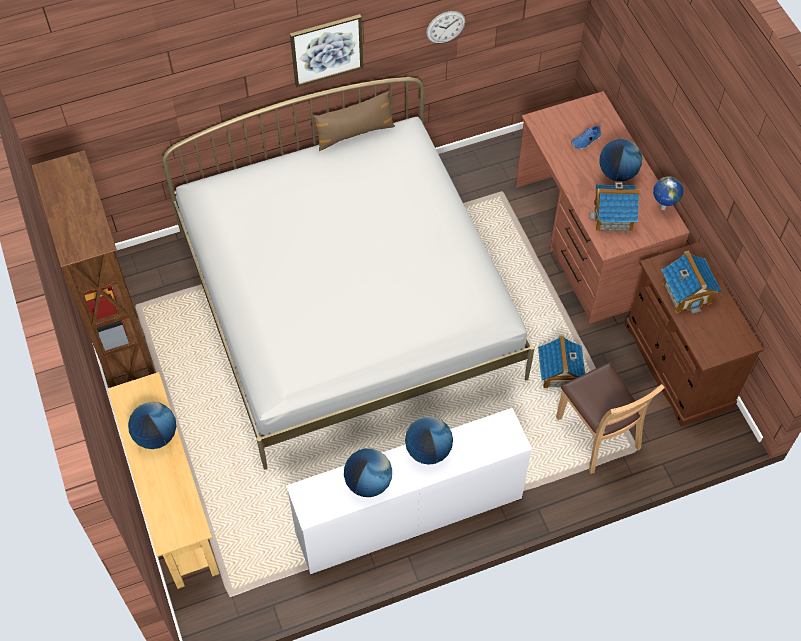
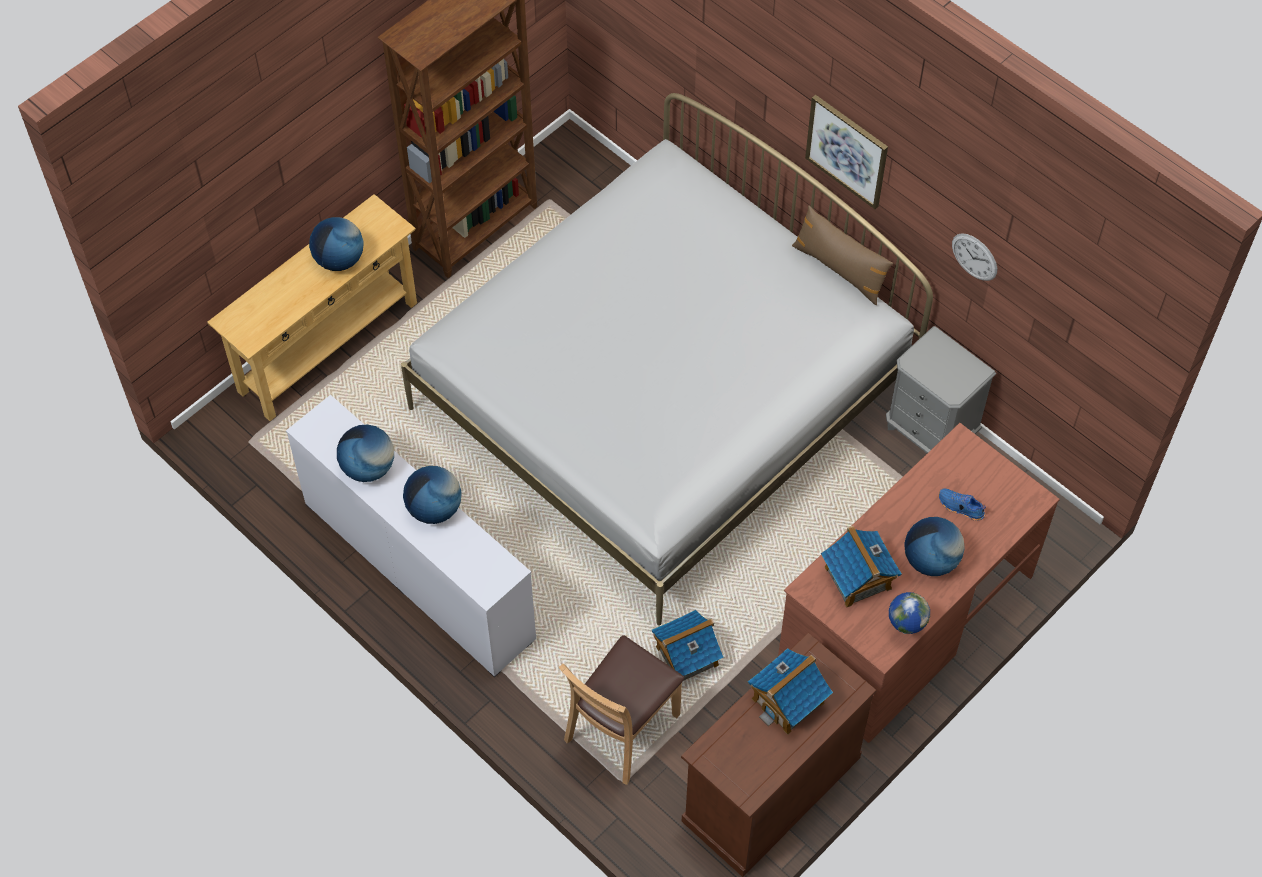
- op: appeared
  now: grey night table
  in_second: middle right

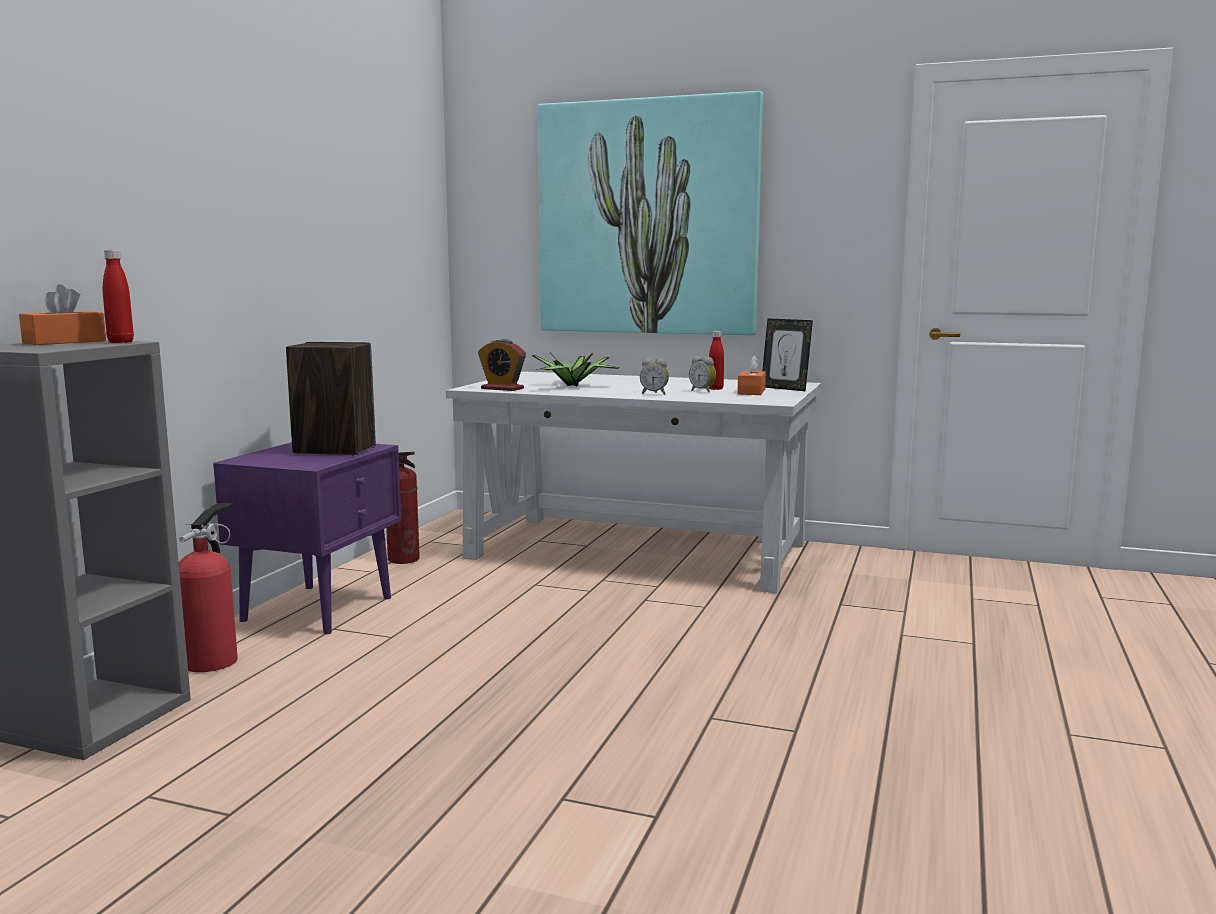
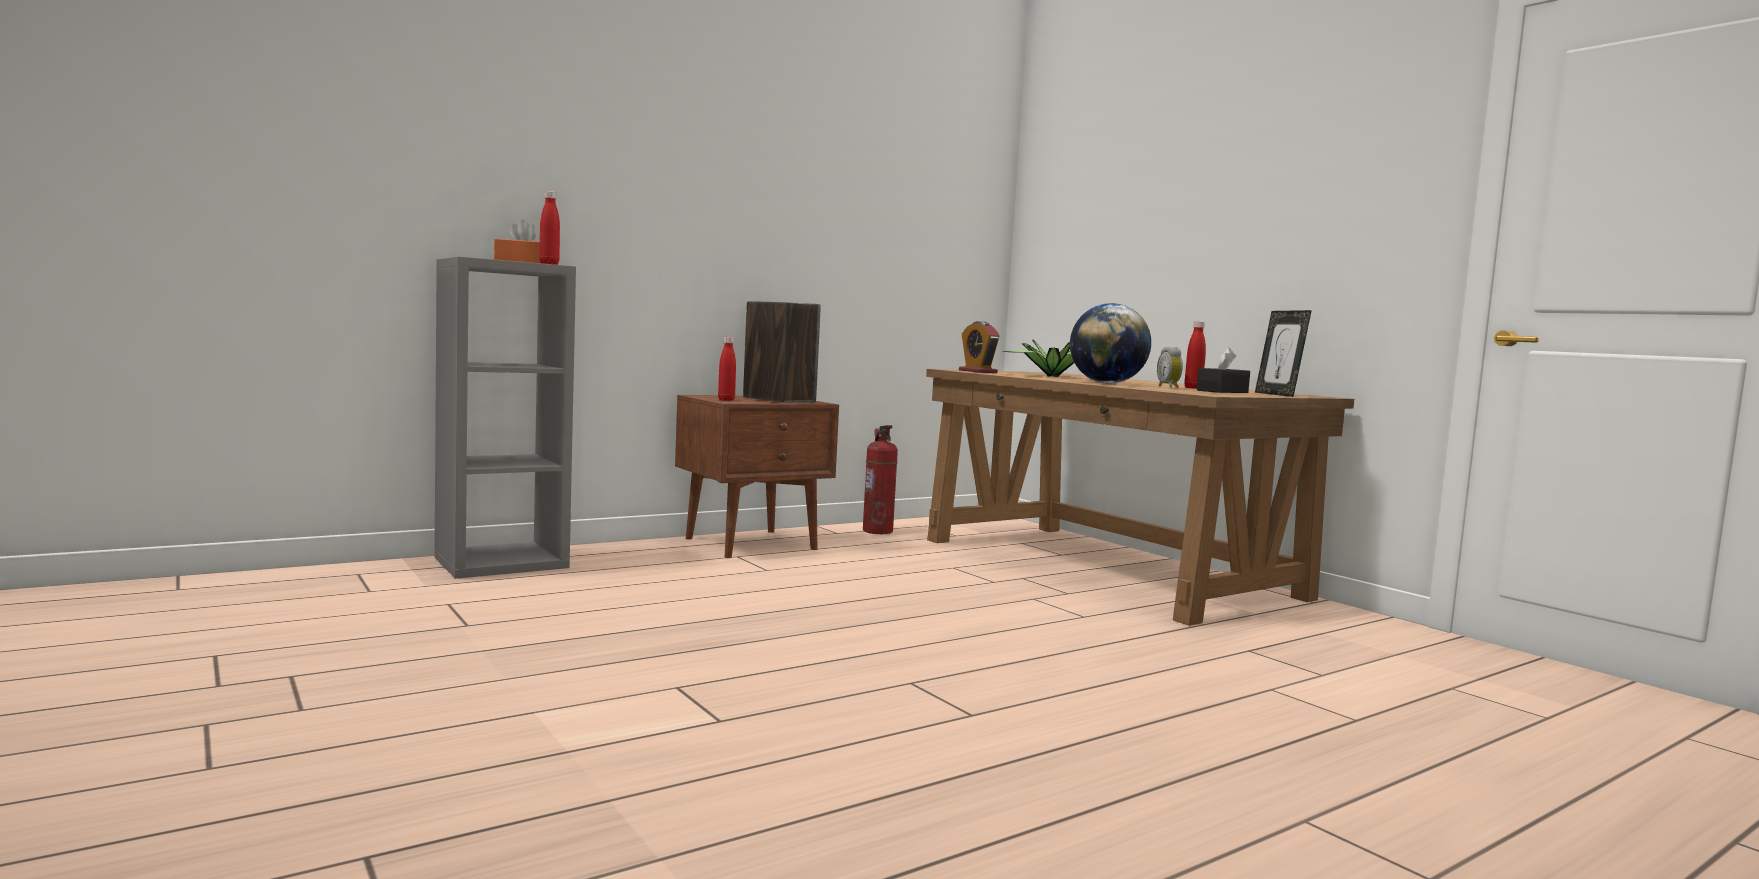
- op: missing
  was: picture
  in_first: top centre
- op: colour
  was: orange-coloured box of tissues (no. 2 from left)
  now: black box of tissues
  in_first: centre
  in_second: middle right
- op: exchanged
  was: table clock (no. 2 from left)
  now: world globe
  in_first: centre
  in_second: centre
- op: colour
  was: whitish desk
  now: brownish desk
  in_first: centre
  in_second: centre
- op: colour
  was: purple night table
  now: brownish night table
  in_first: middle left
  in_second: centre
- op: missing
  was: extinguisher (no. 1 from left)
  in_first: middle left
- op: appeared
  now: reddish beverage bottle (no. 2 from left)
  in_second: centre

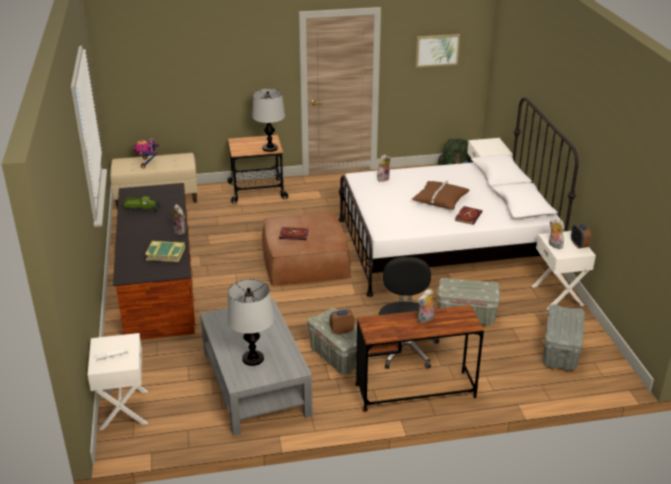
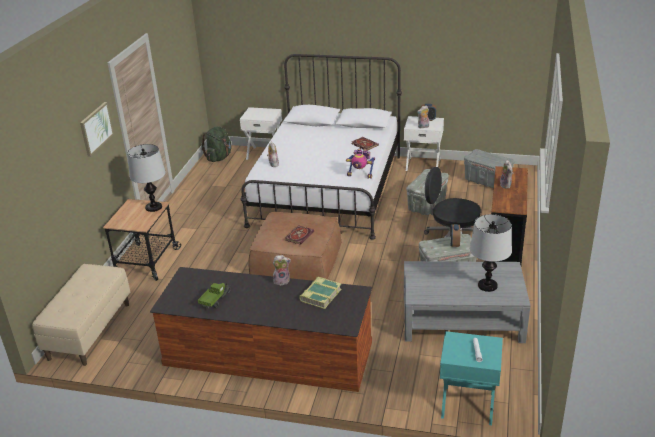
- op: relocated
  was: picture
  in_first: top centre
  in_second: top left
- op: relocated
  was: toy robot
  in_first: top left
  in_second: centre
- op: missing
  was: brownish pillow
  in_first: centre
- op: colour
  was: whitish night table (no. 1 from left)
  now: turquoise-coloured night table
  in_first: bottom left
  in_second: bottom right

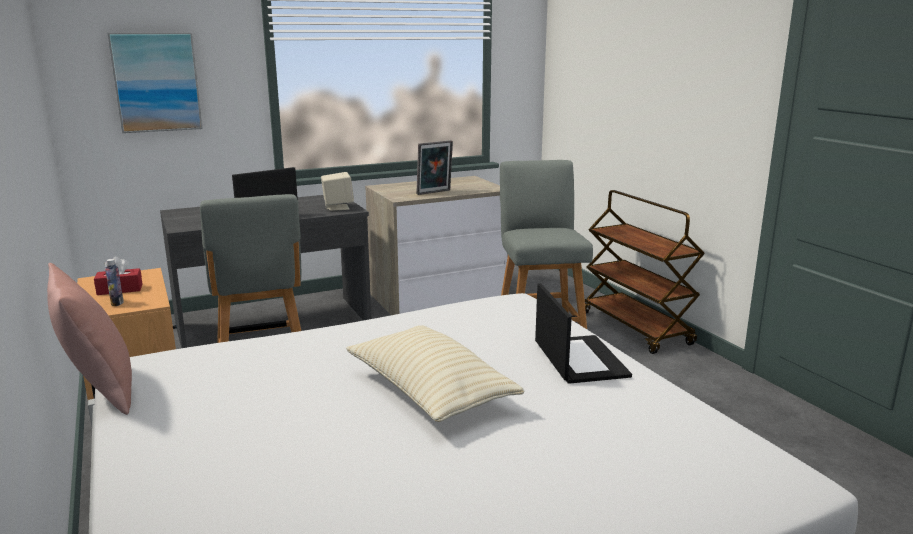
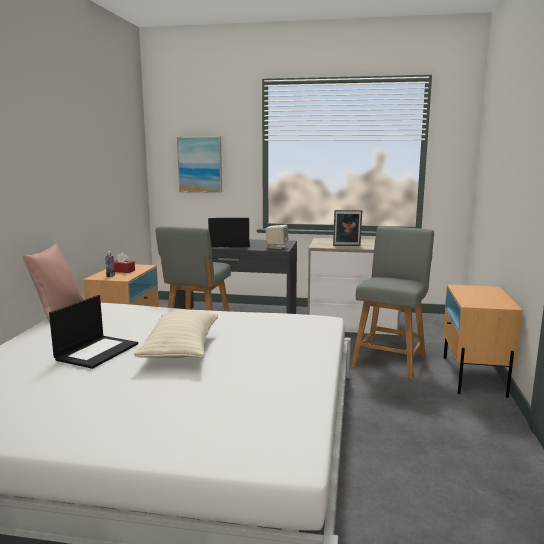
- op: exchanged
  was: brownish trolley
  now: beige-coloured night table (no. 2 from left)
  in_first: middle right
  in_second: middle right
- op: relocated
  was: notebook computer (no. 2 from left in the first image)
  now: notebook computer (no. 1 from left)
  in_first: centre
  in_second: middle left

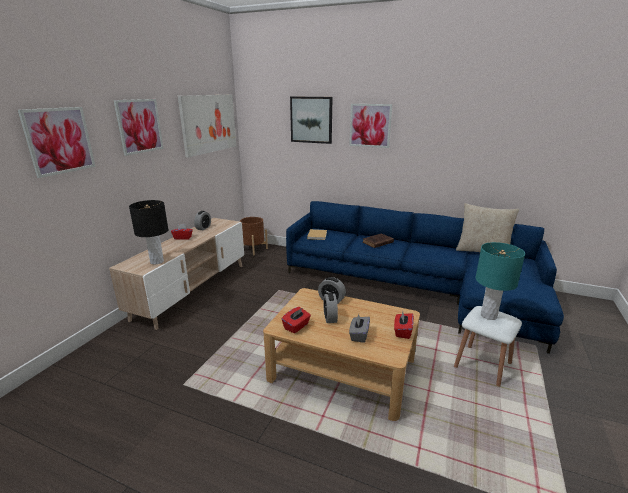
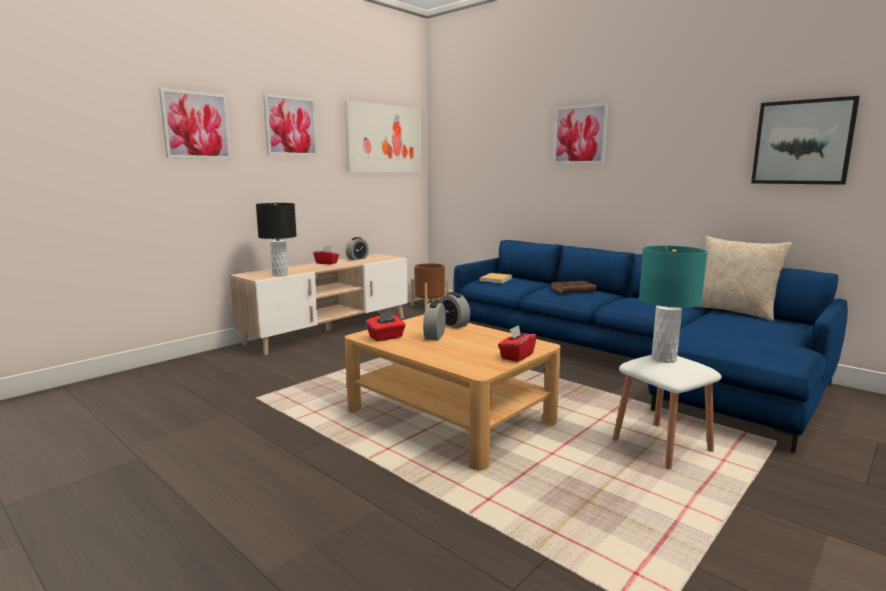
- op: relocated
  was: picture (no. 4 from left in the first image)
  now: picture (no. 5 from left)
  in_first: top centre
  in_second: top right
- op: missing
  was: grey box of tissues
  in_first: centre

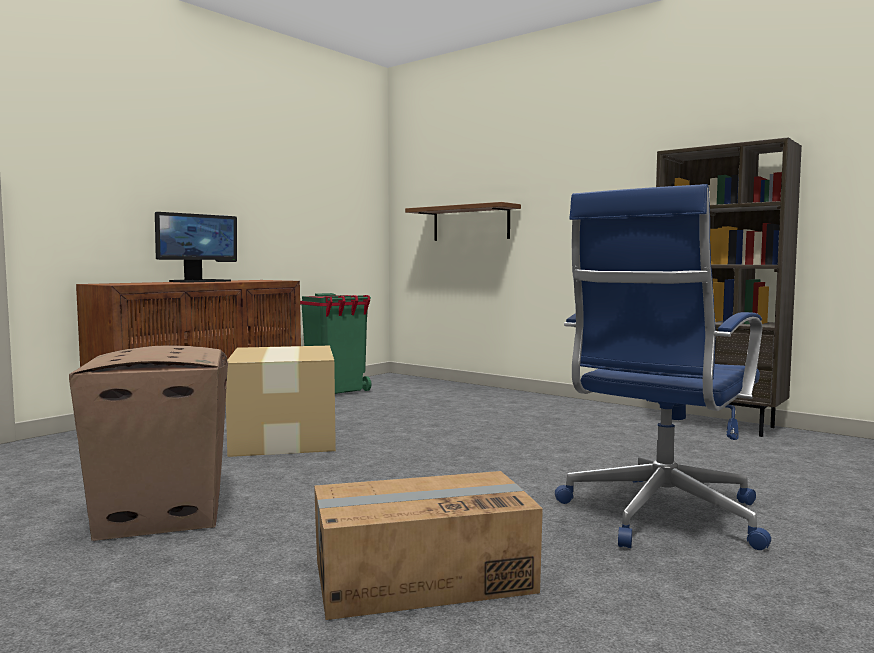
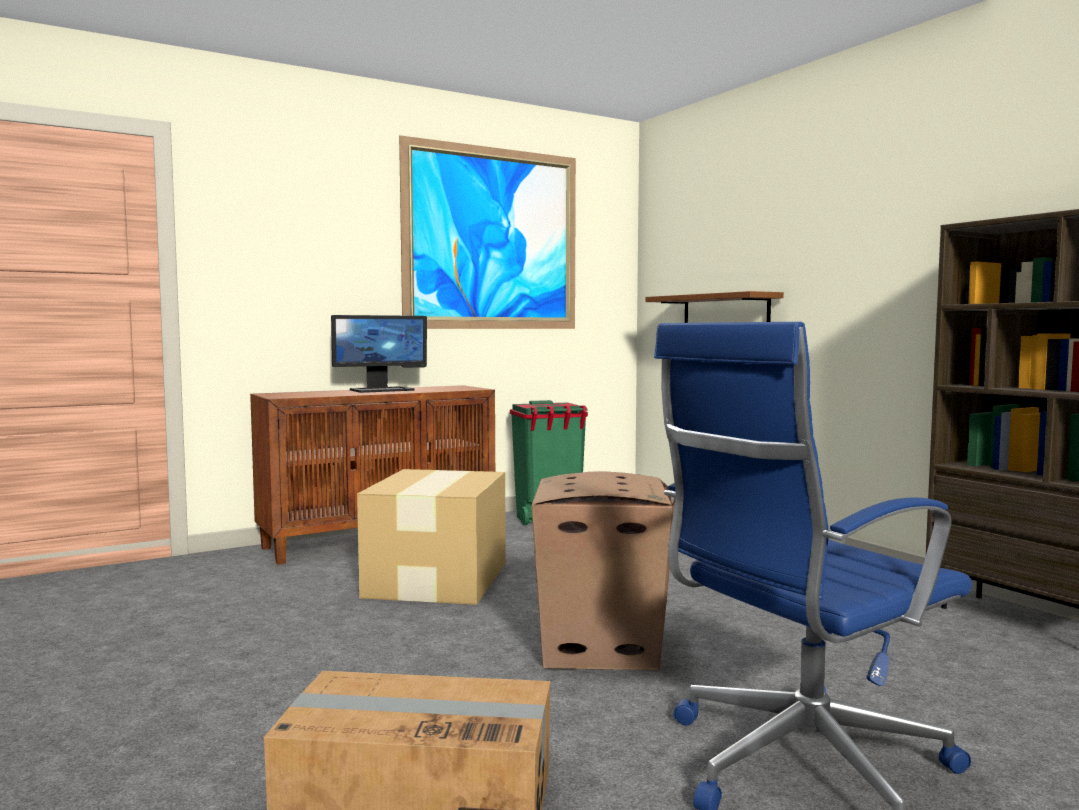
- op: relocated
  was: carton (no. 1 from left in the first image)
  now: carton (no. 3 from left)
  in_first: bottom left
  in_second: bottom centre
- op: appeared
  now: picture
  in_second: top centre

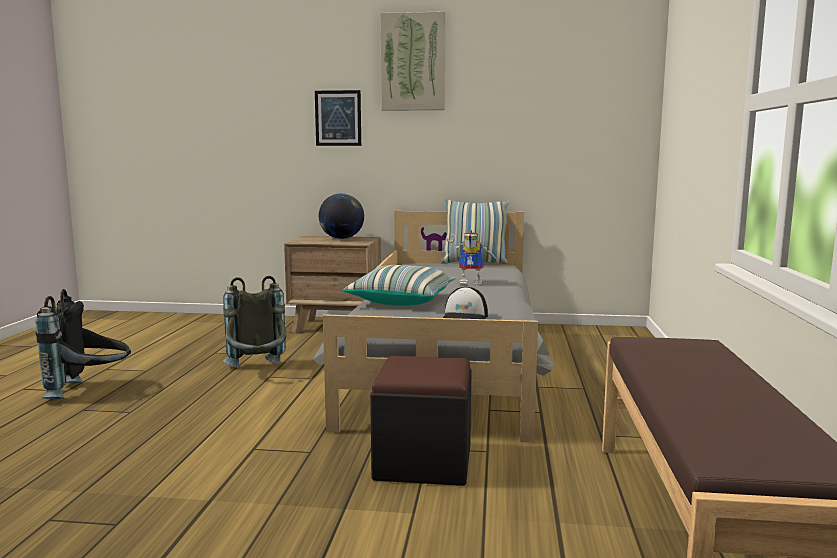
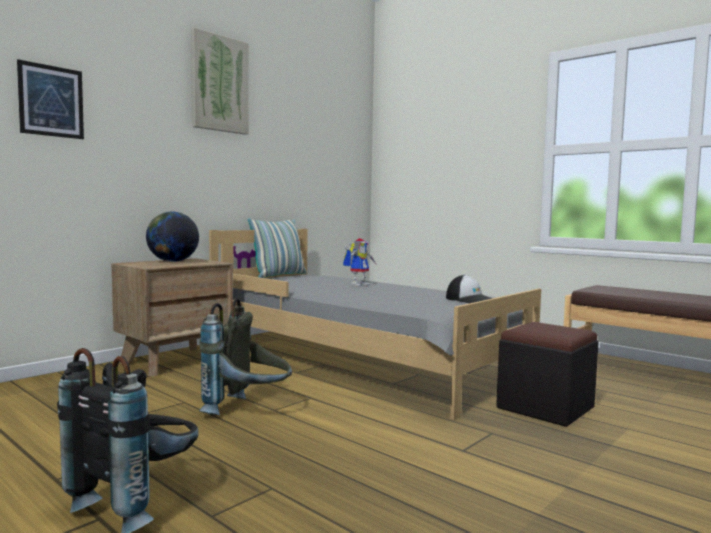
- op: relocated
  was: picture (no. 1 from left)
  in_first: top centre
  in_second: top left
- op: missing
  was: pillow (no. 1 from left)
  in_first: centre

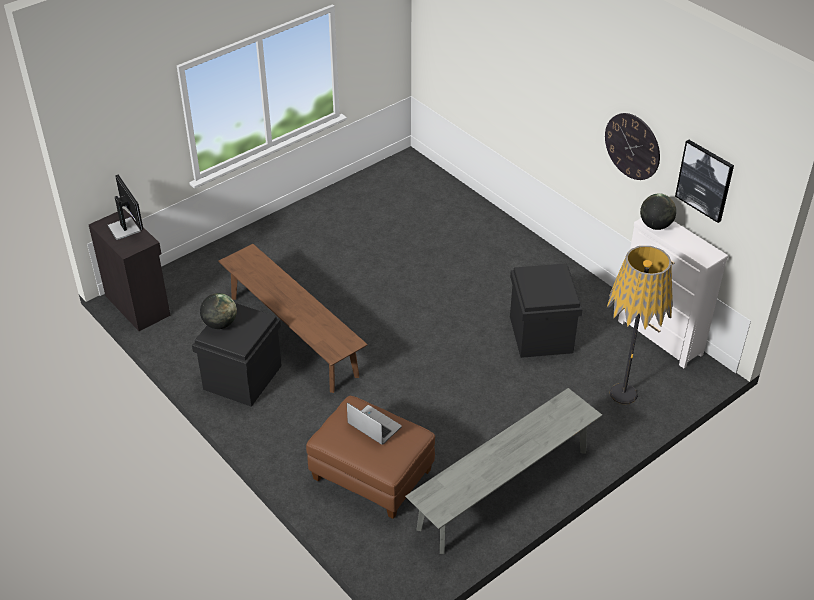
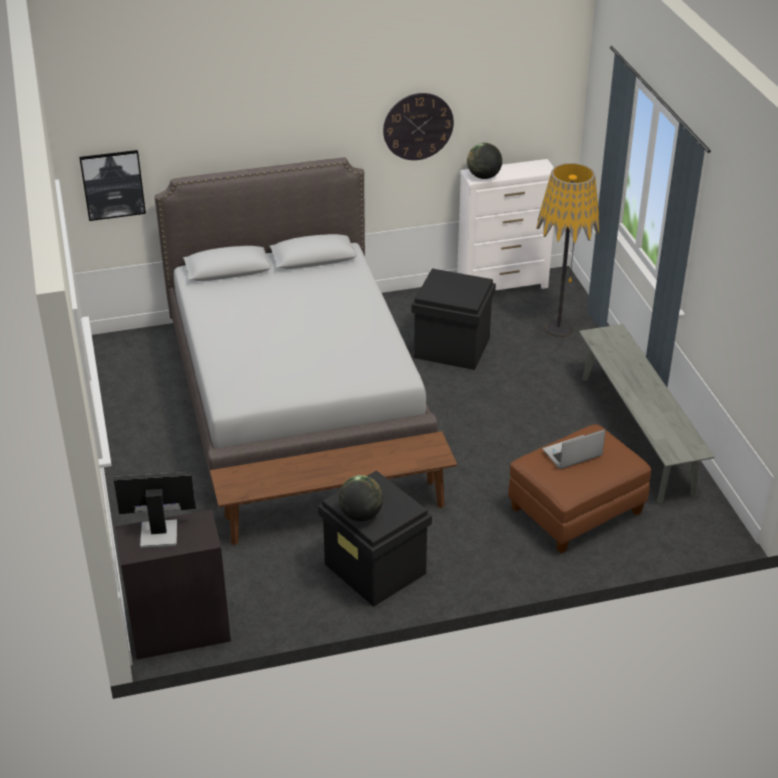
- op: relocated
  was: picture
  in_first: top right
  in_second: top left
- op: appeared
  now: grey bedroom bed
  in_second: centre

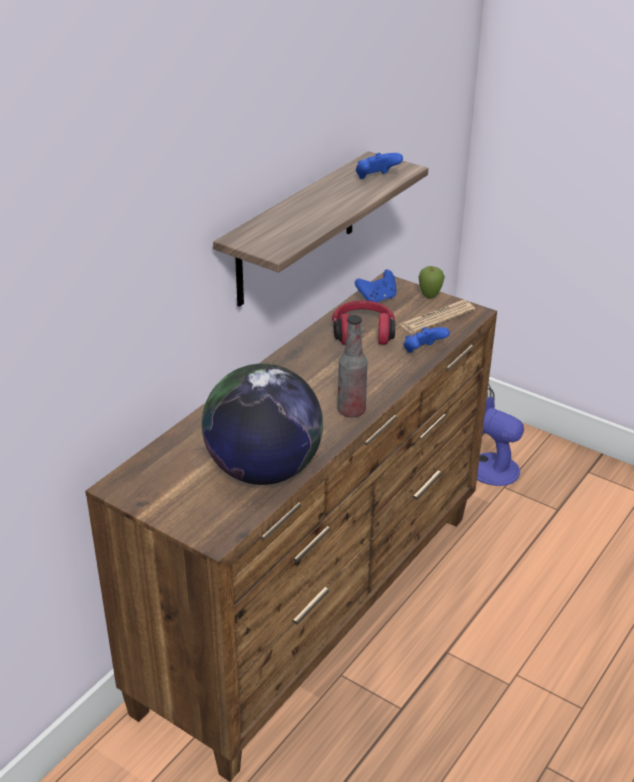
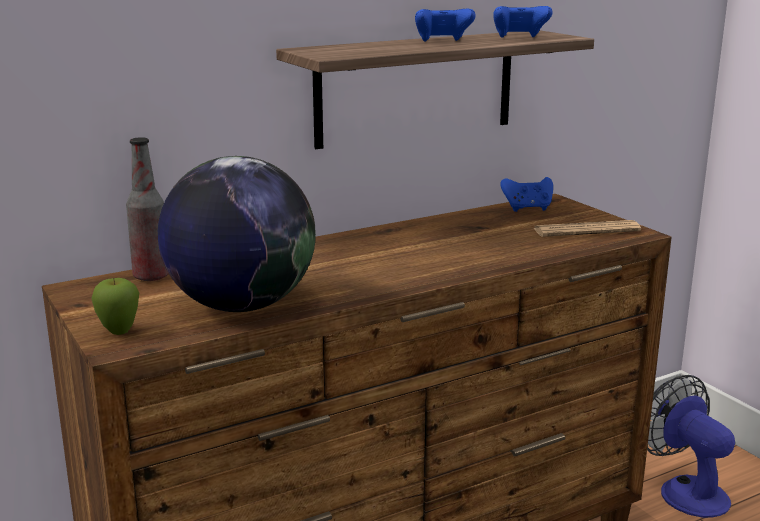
- op: relocated
  was: apple
  in_first: middle right
  in_second: middle left
- op: missing
  was: reddish pair of headphones
  in_first: centre
- op: relocated
  was: beverage bottle
  in_first: centre
  in_second: middle left
- op: relocated
  was: bluish game controller (no. 3 from left in the first image)
  now: bluish game controller (no. 1 from left)
  in_first: middle right
  in_second: top centre

